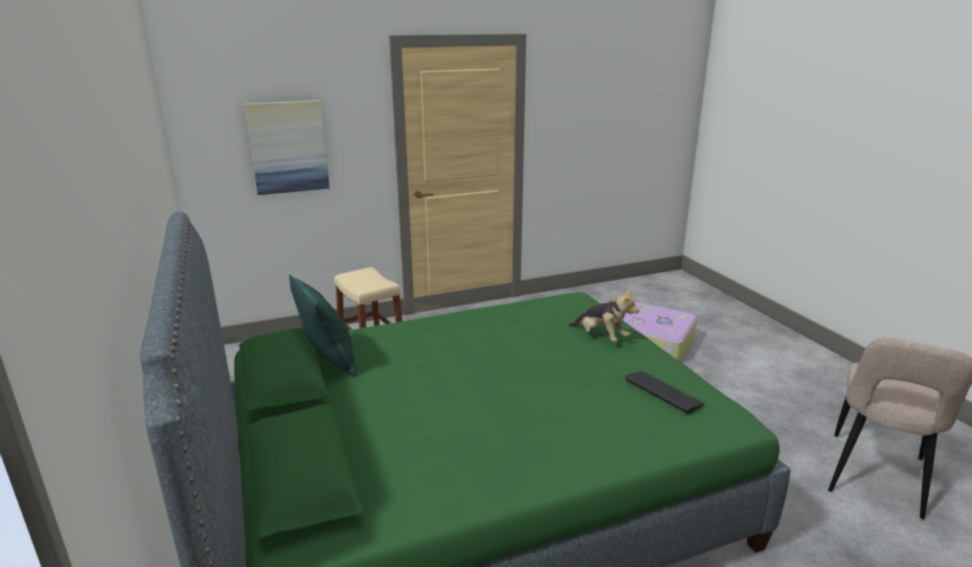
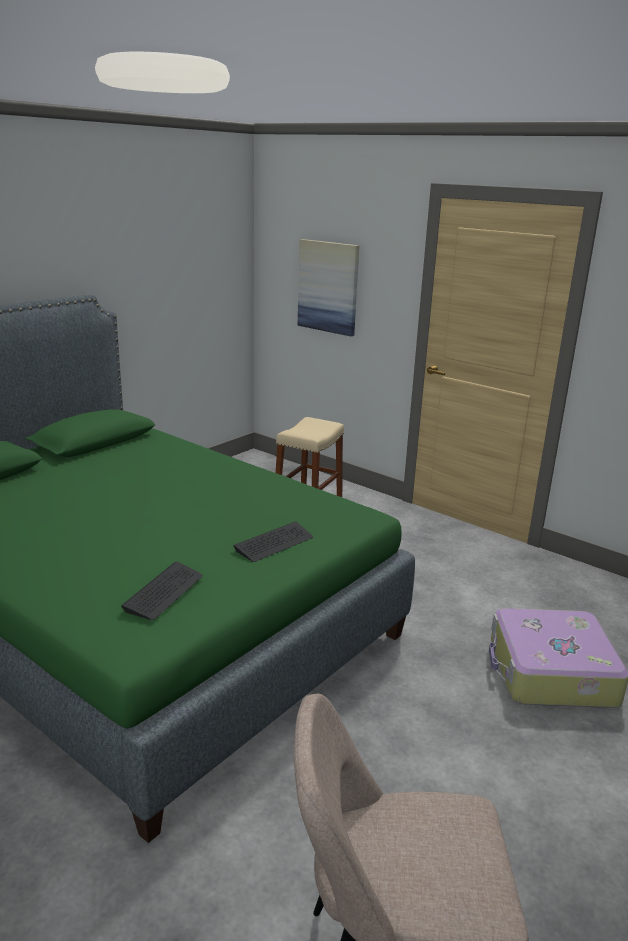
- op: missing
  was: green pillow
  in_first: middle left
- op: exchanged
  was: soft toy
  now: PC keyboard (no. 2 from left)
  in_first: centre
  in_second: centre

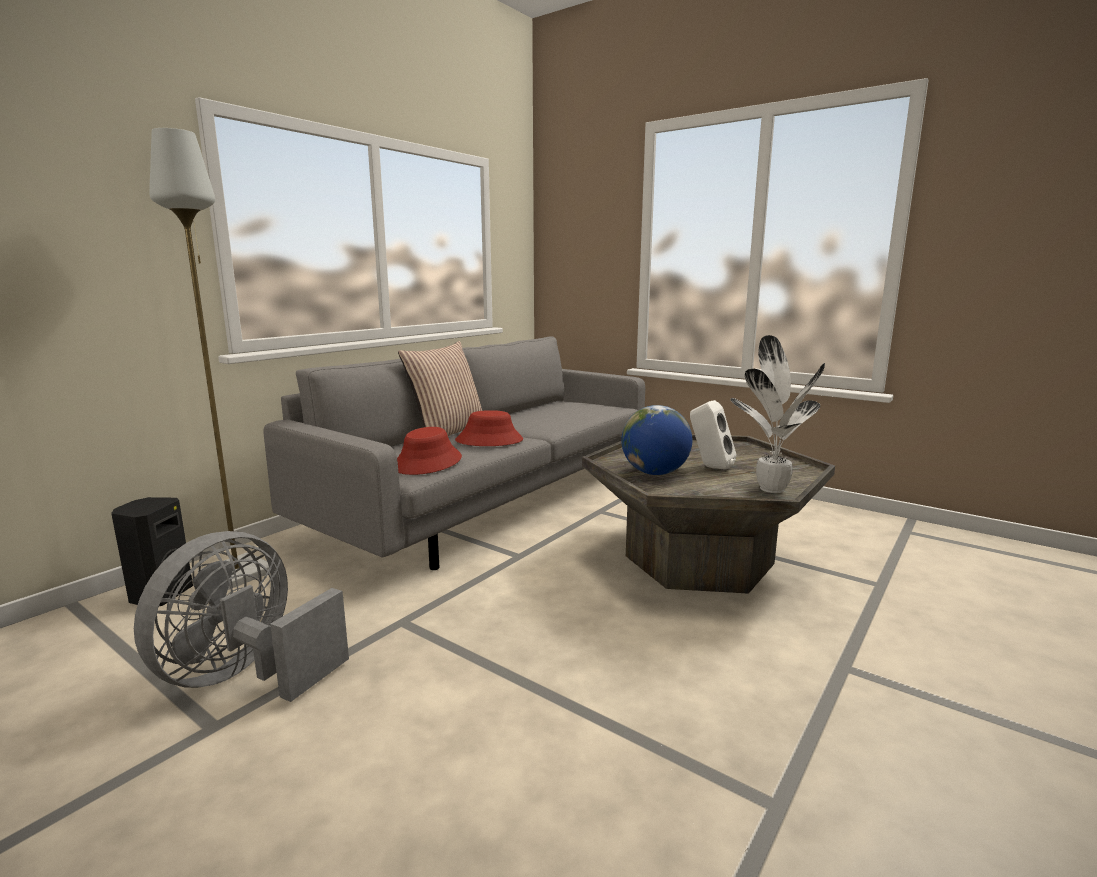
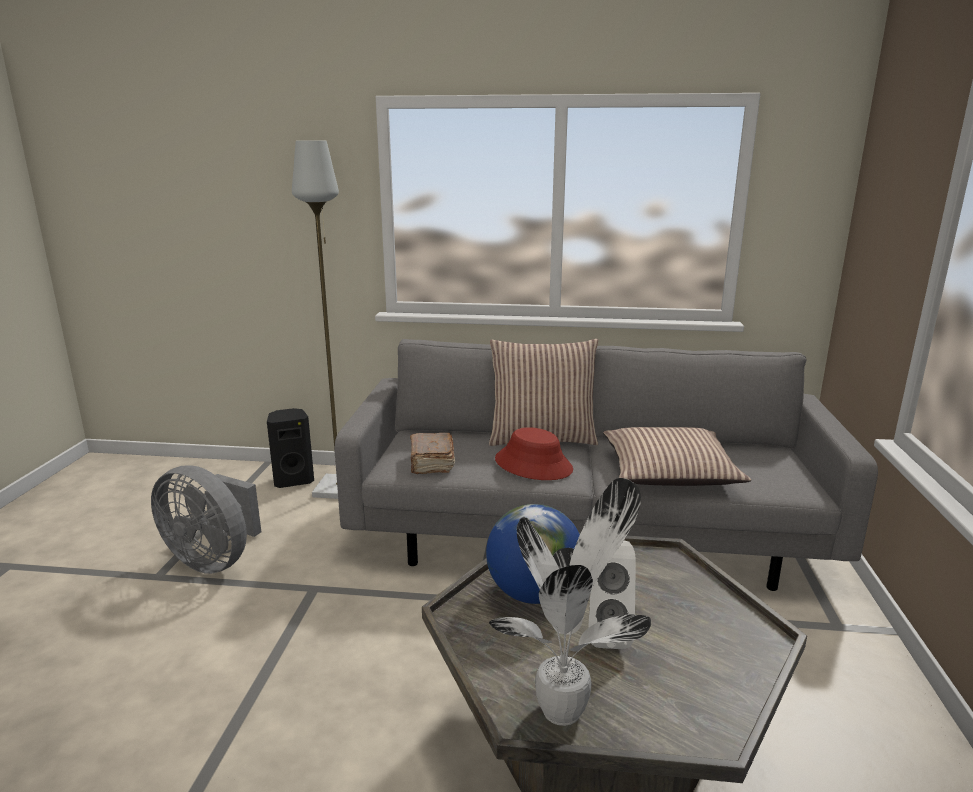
- op: exchanged
  was: reddish clothing hat (no. 1 from left)
  now: brownish bound book
  in_first: centre
  in_second: centre
- op: spun
  was: grey cooling fan
  in_first: bottom left
  in_second: middle left
  clockwise: -150
- op: appeared
  now: pillow (no. 2 from left)
  in_second: middle right

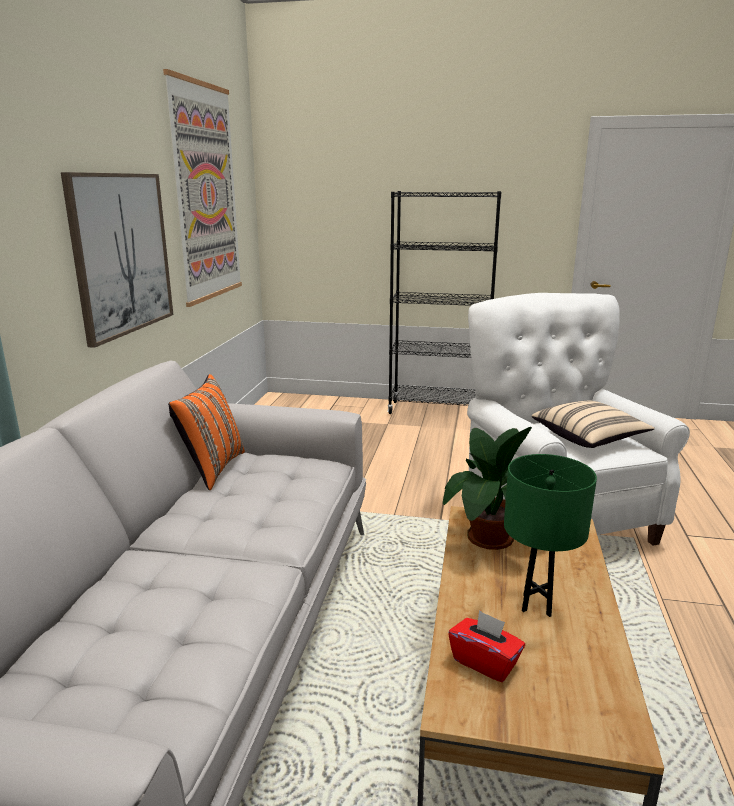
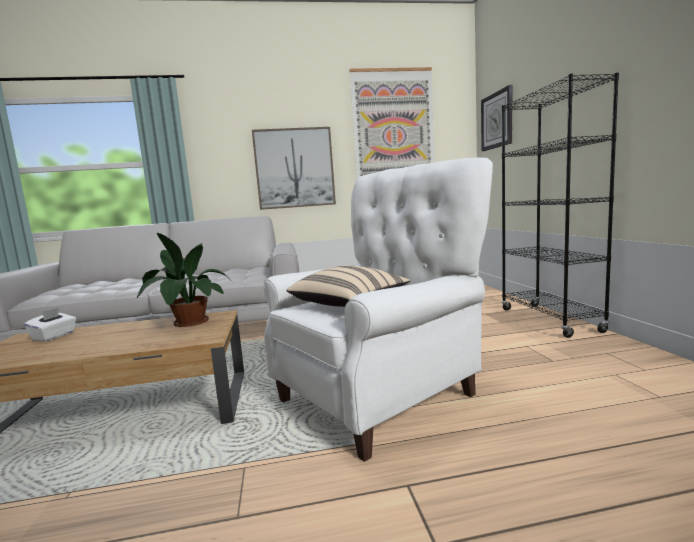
- op: missing
  was: orange-coloured pillow
  in_first: middle left
- op: missing
  was: green lamp for a table
  in_first: middle right
- op: colour
  was: reddish box of tissues
  now: whitish box of tissues
  in_first: bottom centre
  in_second: middle left
- op: appeared
  now: wall clock
  in_second: top right

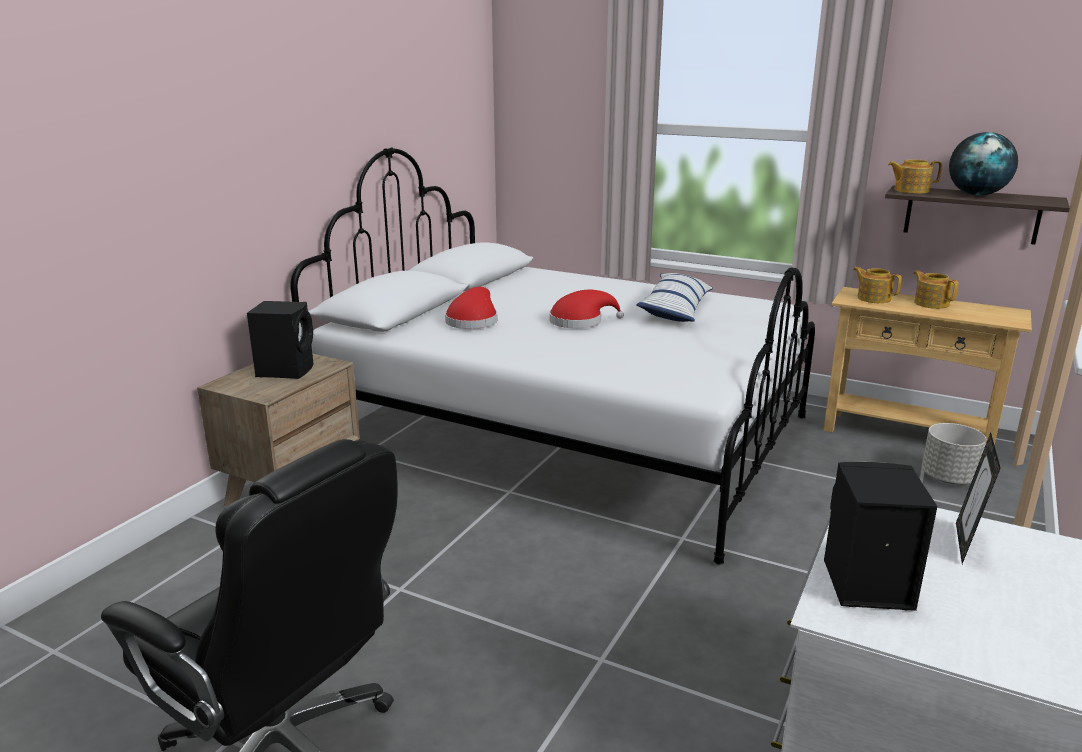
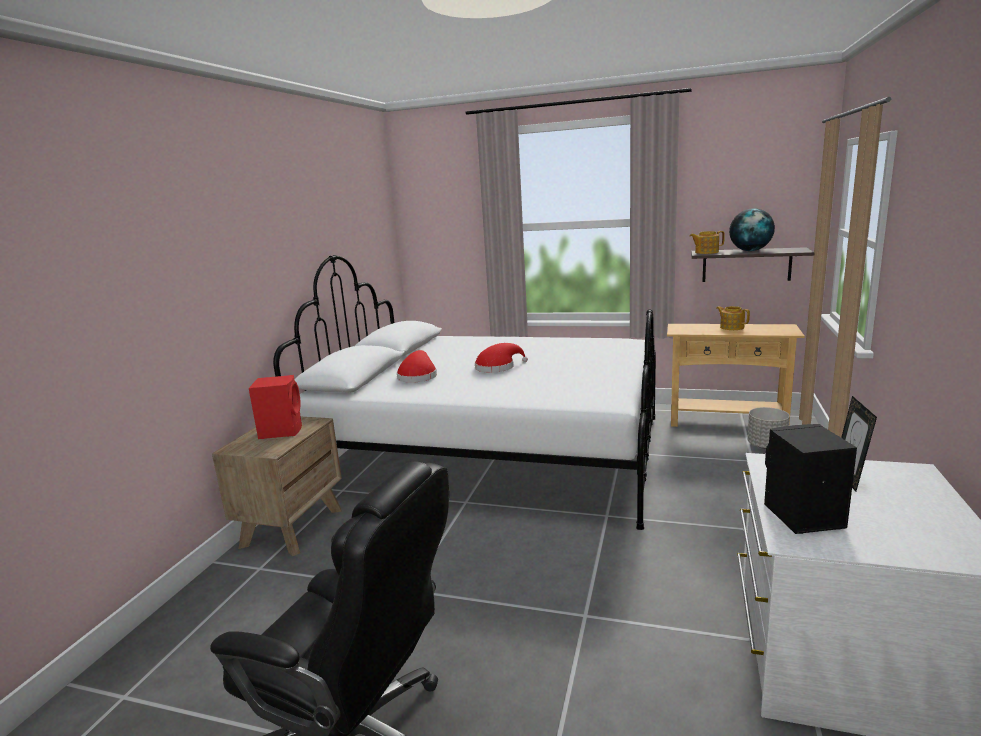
- op: missing
  was: teapot (no. 1 from left)
  in_first: middle right
- op: missing
  was: pillow
  in_first: centre
- op: colour
  was: black speaker (no. 1 from left)
  now: reddish speaker
  in_first: middle left
  in_second: middle left

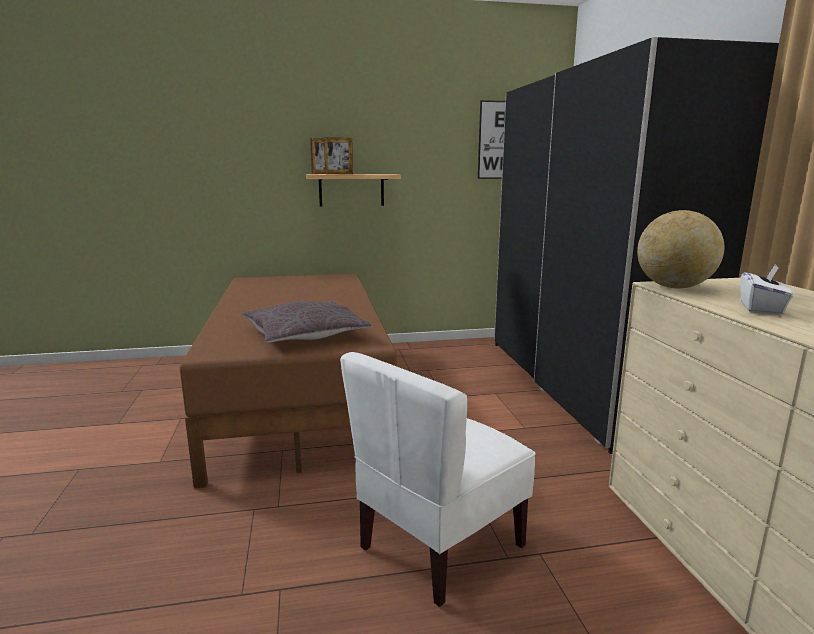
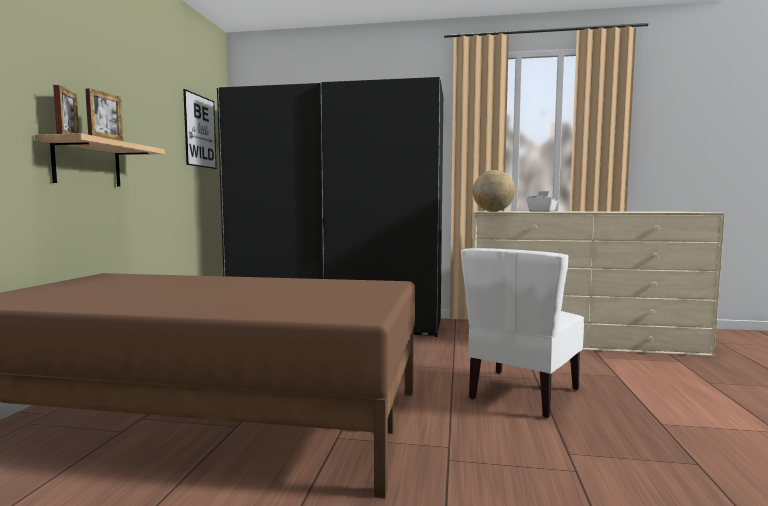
- op: missing
  was: grey pillow
  in_first: centre
- op: spun
  was: whitish upright chair
  in_first: bottom centre
  in_second: middle right
  clockwise: 60

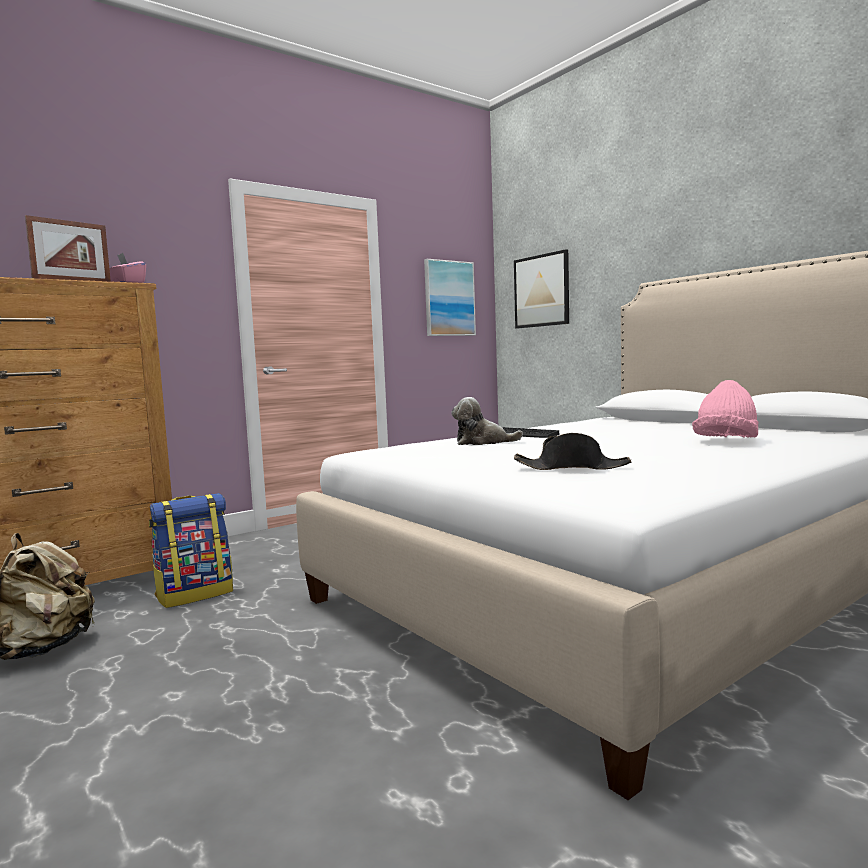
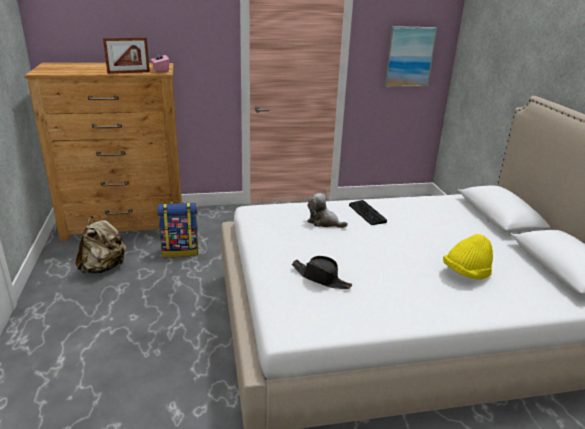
- op: missing
  was: picture (no. 2 from left)
  in_first: top centre
- op: colour
  was: pink-coloured clothing hat
  now: yellow clothing hat
  in_first: middle right
  in_second: middle right

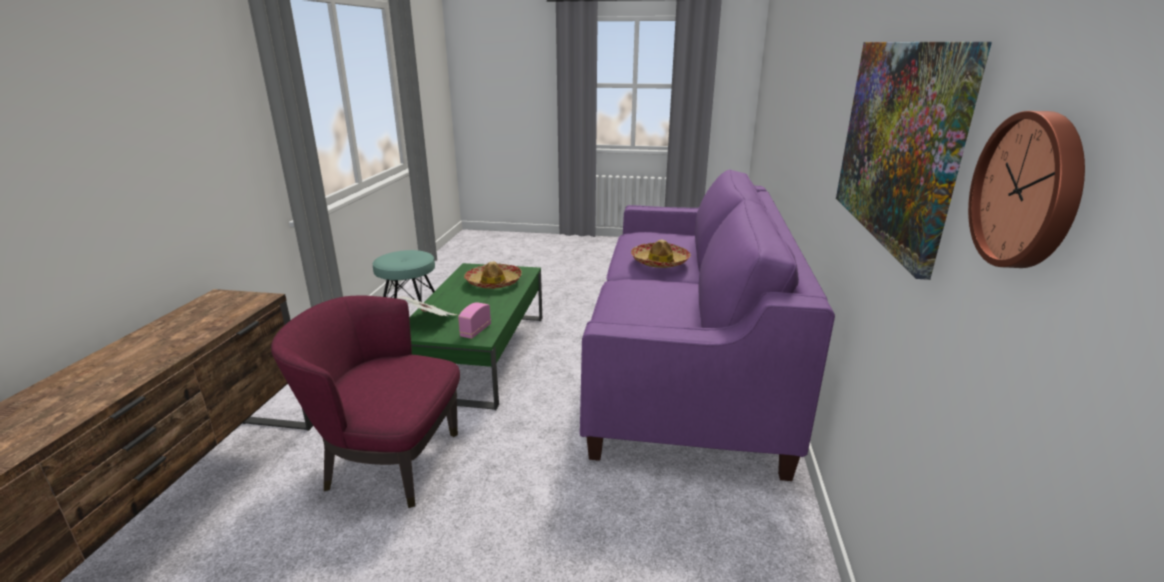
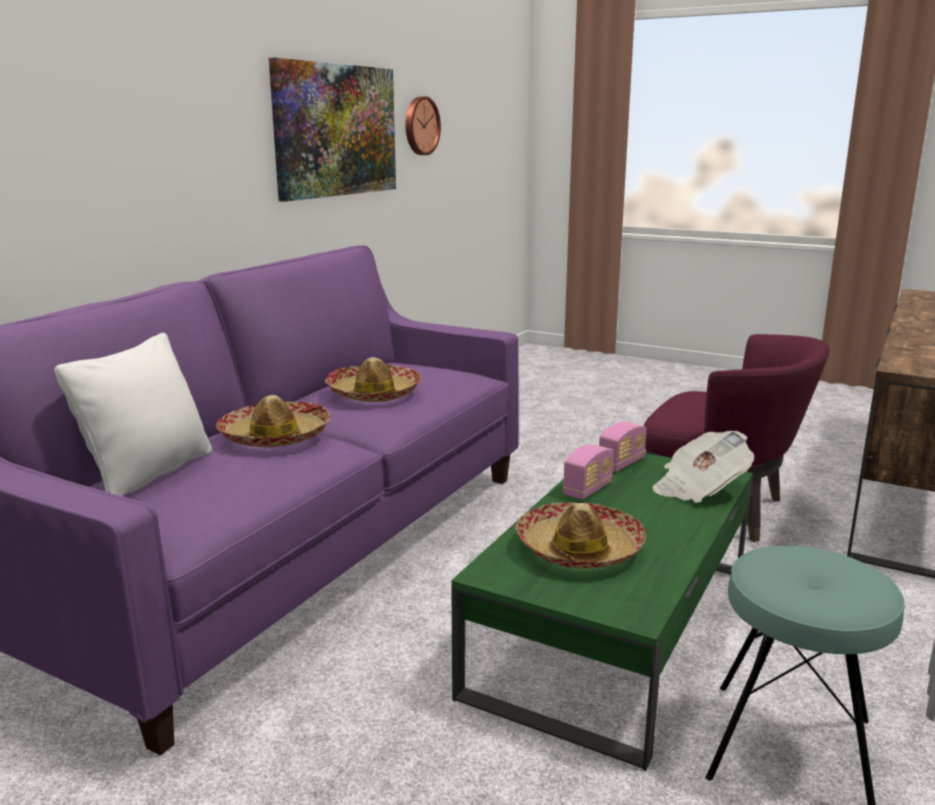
- op: appeared
  now: whitish pillow
  in_second: middle left
- op: appeared
  now: clothing hat (no. 2 from left)
  in_second: centre
- op: appeared
  now: radio (no. 1 from left)
  in_second: centre

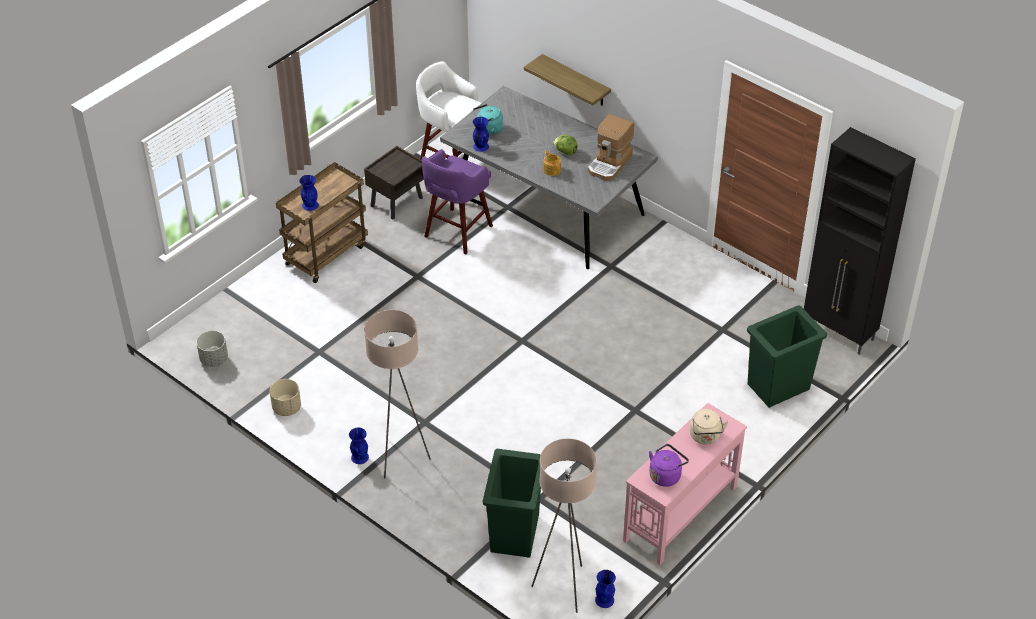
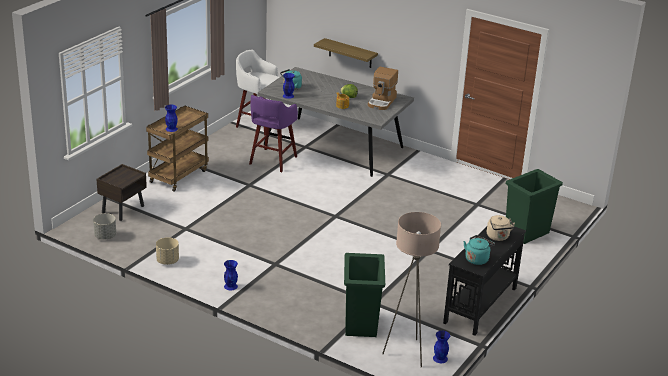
- op: missing
  was: black cabinet
  in_first: middle right
- op: relocated
  was: brownish night table
  in_first: top centre
  in_second: middle left
- op: missing
  was: beige-coloured standard lamp (no. 1 from left)
  in_first: centre
- op: colour
  was: pink-coloured narrow table
  now: black narrow table
  in_first: bottom centre
  in_second: bottom right
- op: colour
  was: purple water kettle
  now: turquoise-coloured water kettle (no. 2 from left)
  in_first: bottom centre
  in_second: middle right

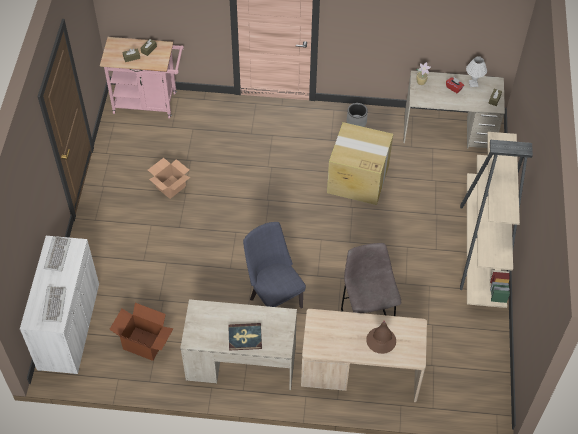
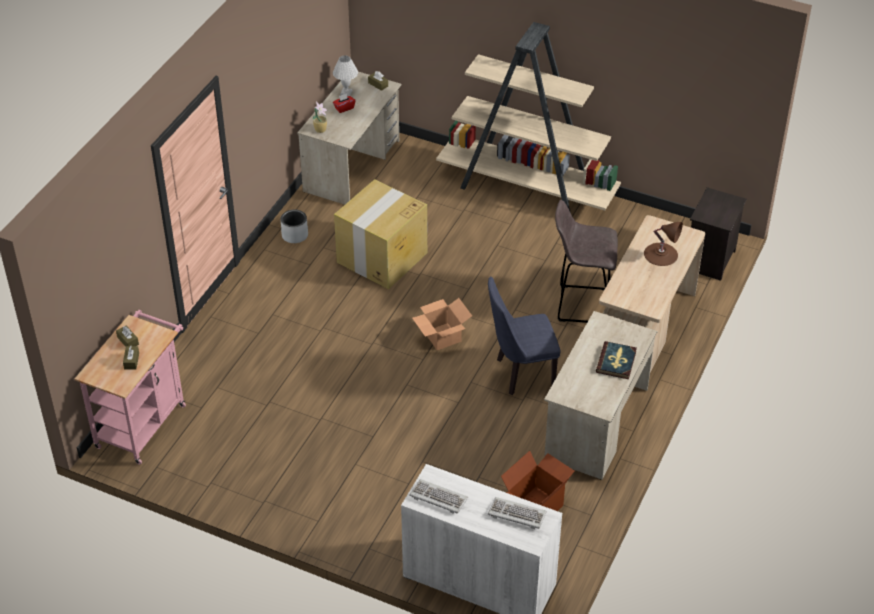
- op: relocated
  was: carton (no. 2 from left)
  in_first: middle left
  in_second: centre
- op: appeared
  now: black night table
  in_second: middle right

